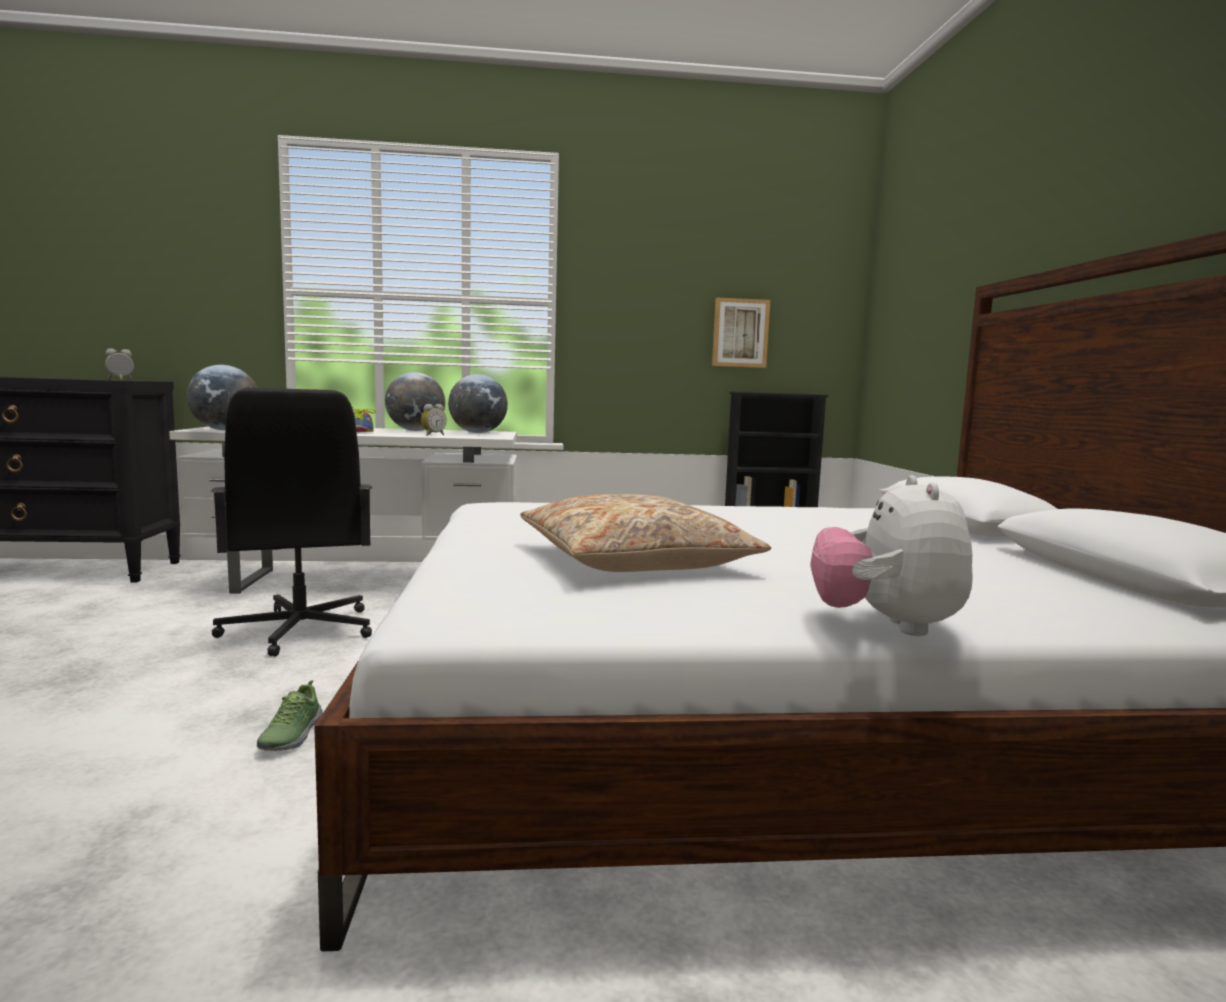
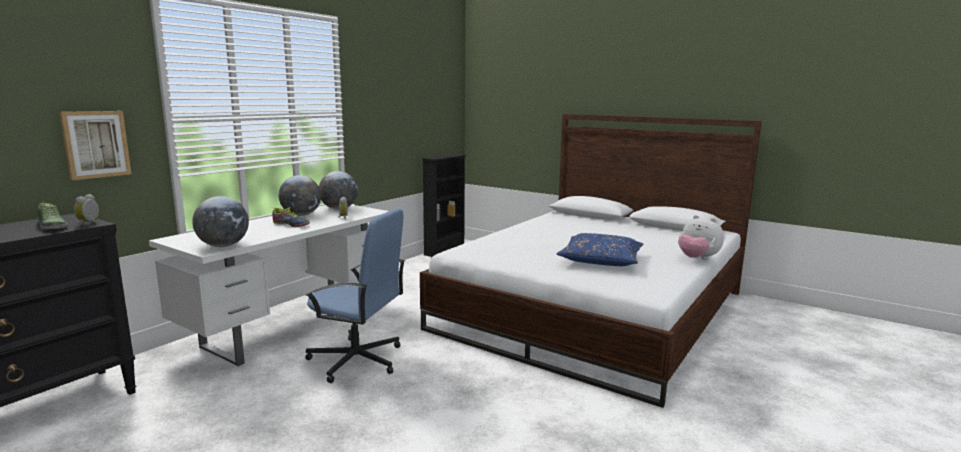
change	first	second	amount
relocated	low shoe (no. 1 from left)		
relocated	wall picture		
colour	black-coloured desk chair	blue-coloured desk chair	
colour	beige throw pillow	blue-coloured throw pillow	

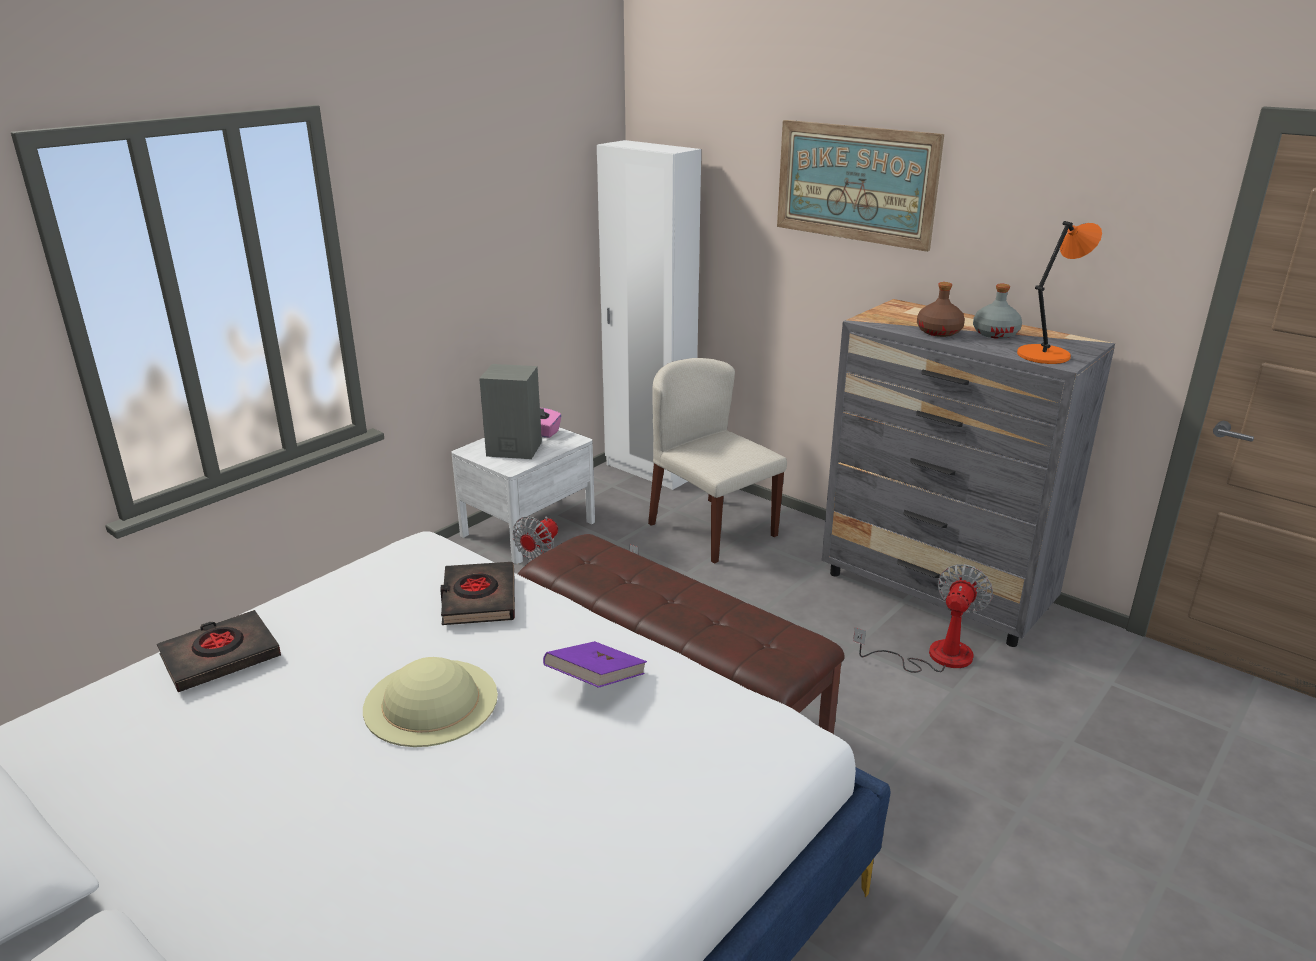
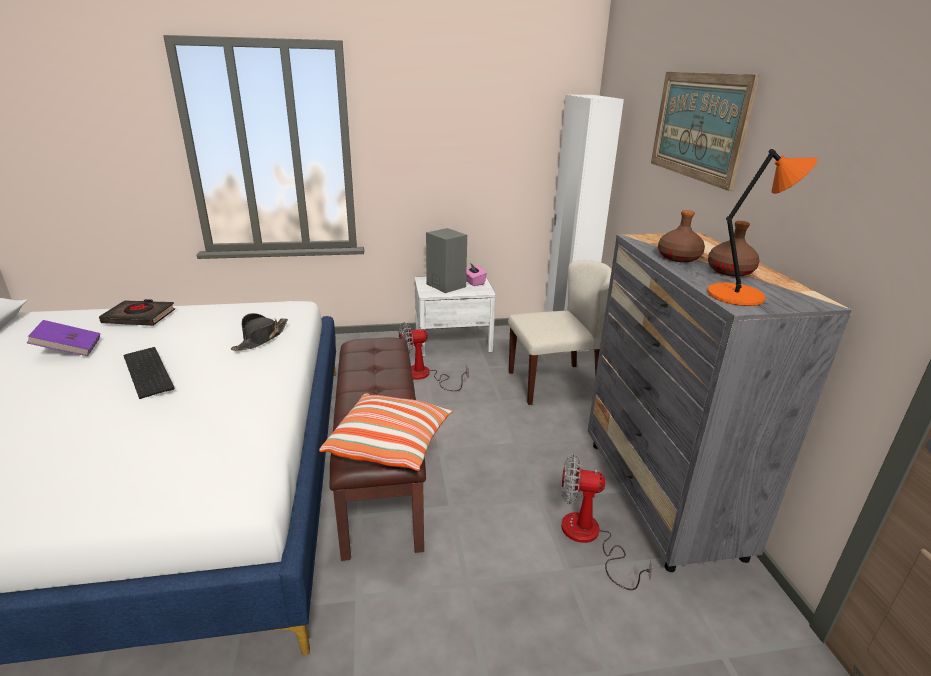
change	first	second	amount
appeared		throw pillow	
relocated	purplish book		
exchanged	beige hat	computer keyboard	
exchanged	black-coloured book (no. 2 from left)	black-coloured hat	
colour	grey bottle	brownish bottle (no. 2 from left)	
spun	beige plain chair		75 degrees clockwise
spun	cooling fan (no. 2 from left)		150 degrees counterclockwise

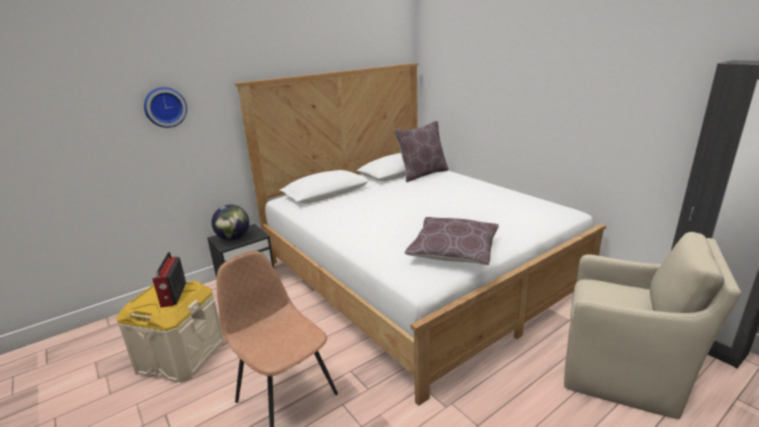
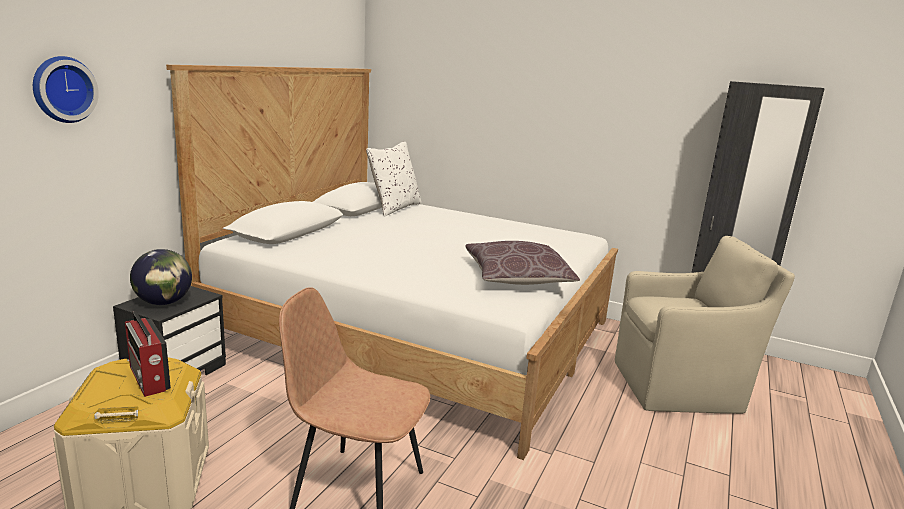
change	first	second	amount
colour	brownish throw pillow (no. 1 from left)	whitish throw pillow	

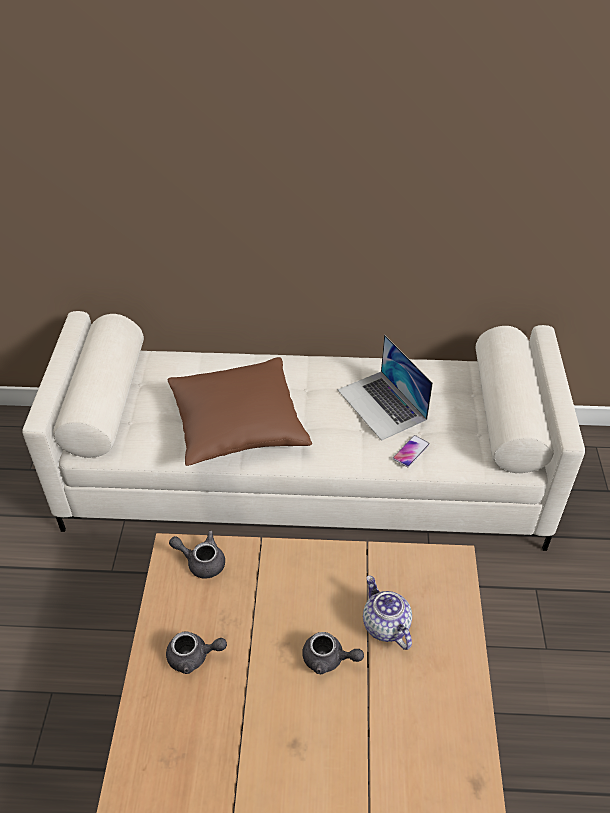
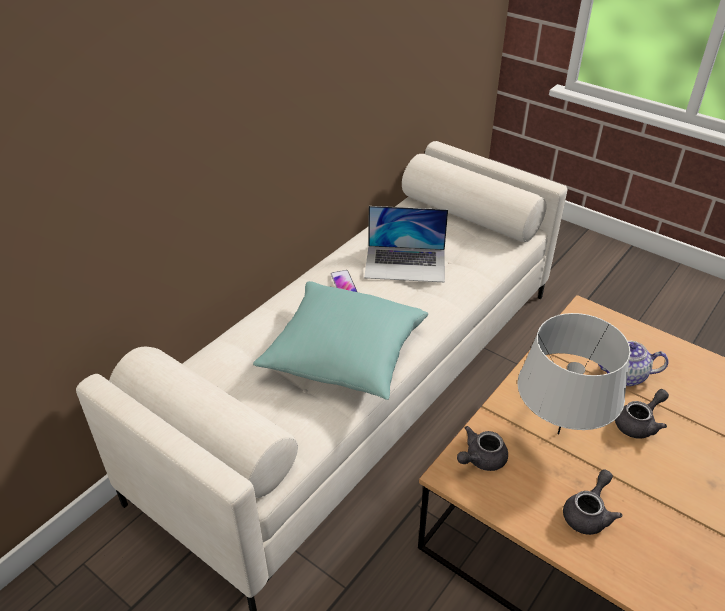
change	first	second	amount
appeared		grey table lamp	
relocated	phone		
colour	brownish throw pillow	turquoise throw pillow	

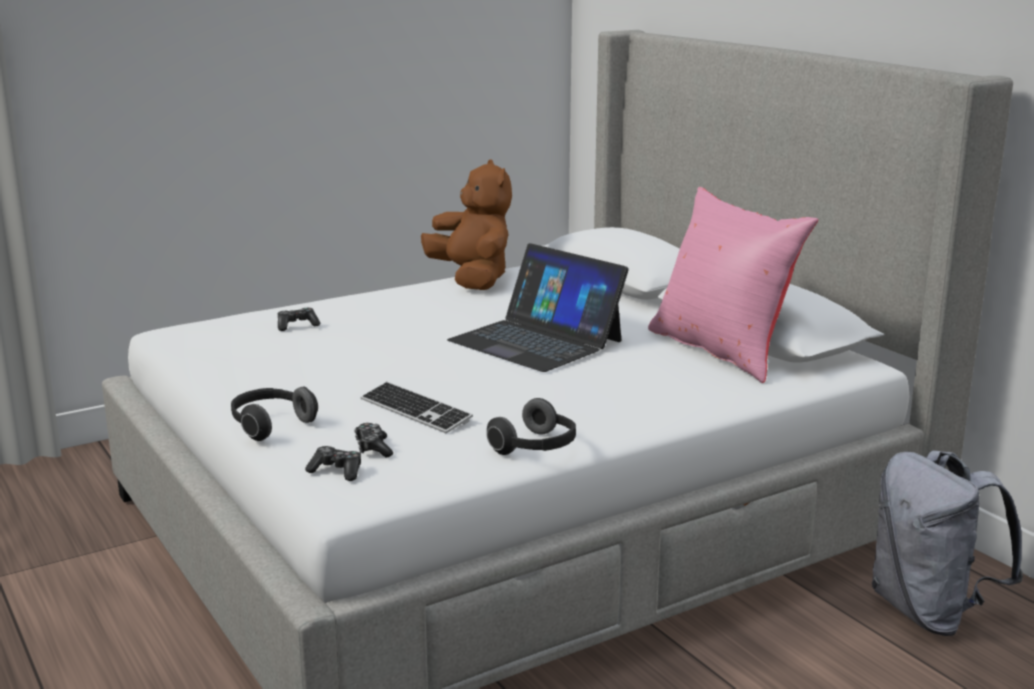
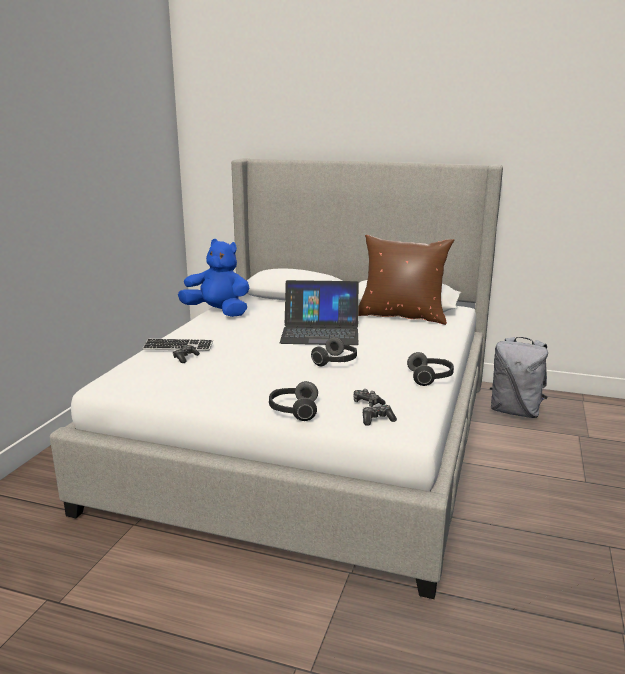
change	first	second	amount
appeared		headset (no. 2 from left)	
relocated	computer keyboard		
colour	brownish soft toy	blue-coloured soft toy	
colour	pink-coloured throw pillow	brownish throw pillow	

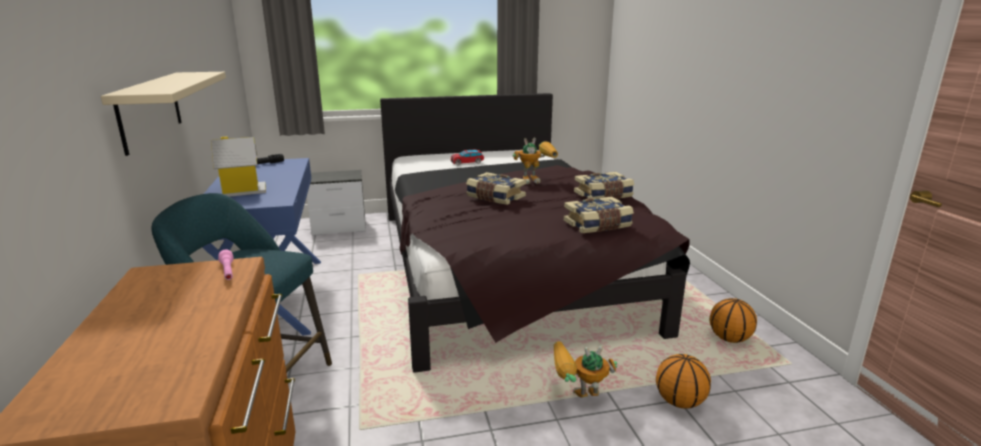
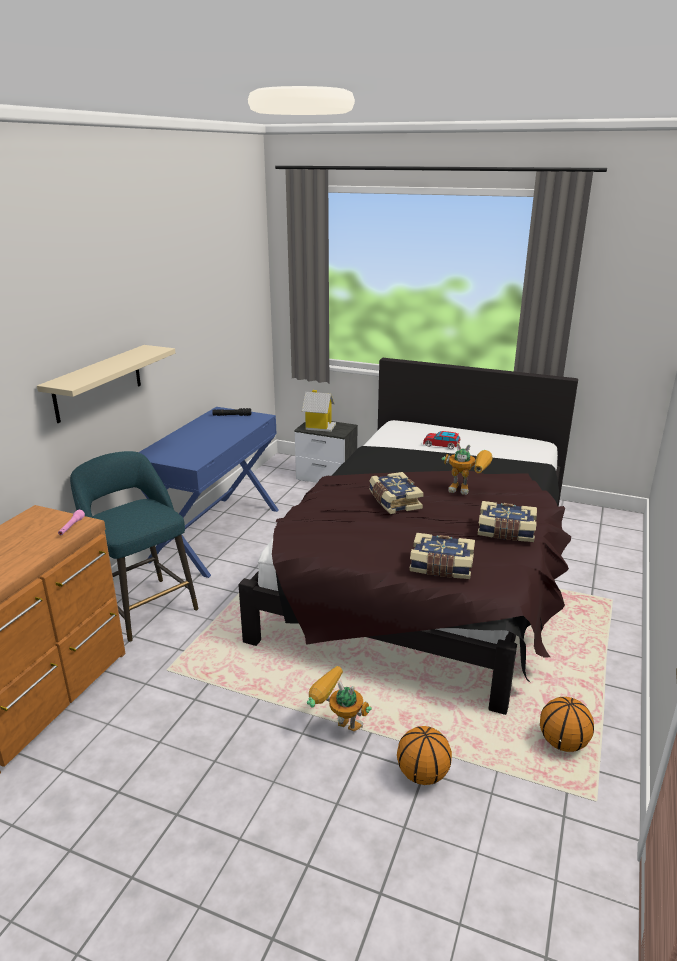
change	first	second	amount
relocated	toy house		

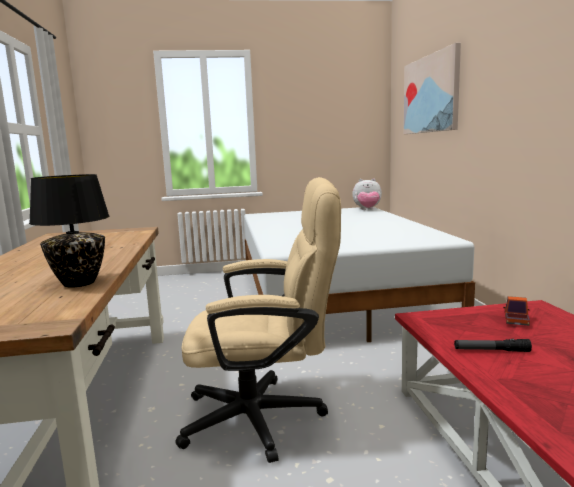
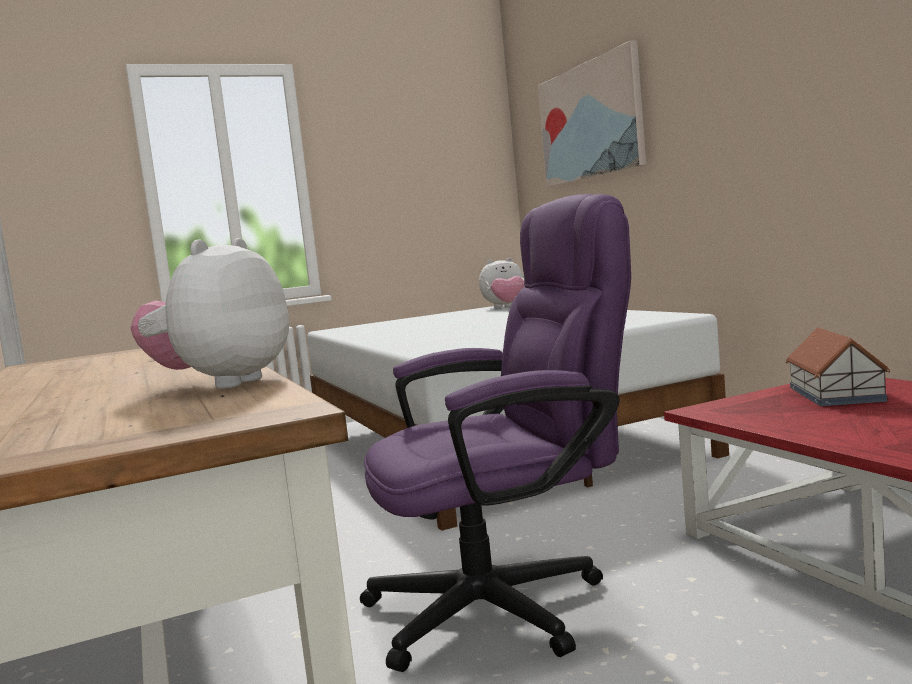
change	first	second	amount
missing	hand torch		
exchanged	black-coloured table lamp	soft toy (no. 1 from left)	
exchanged	toy truck	toy house	
colour	beige desk chair	purplish desk chair	

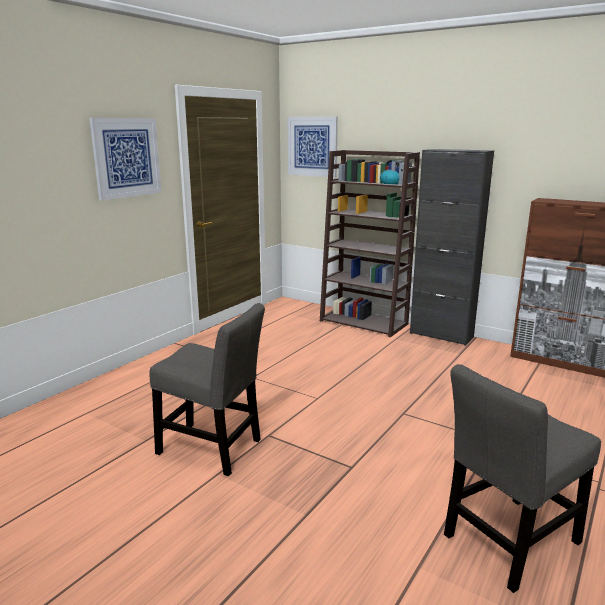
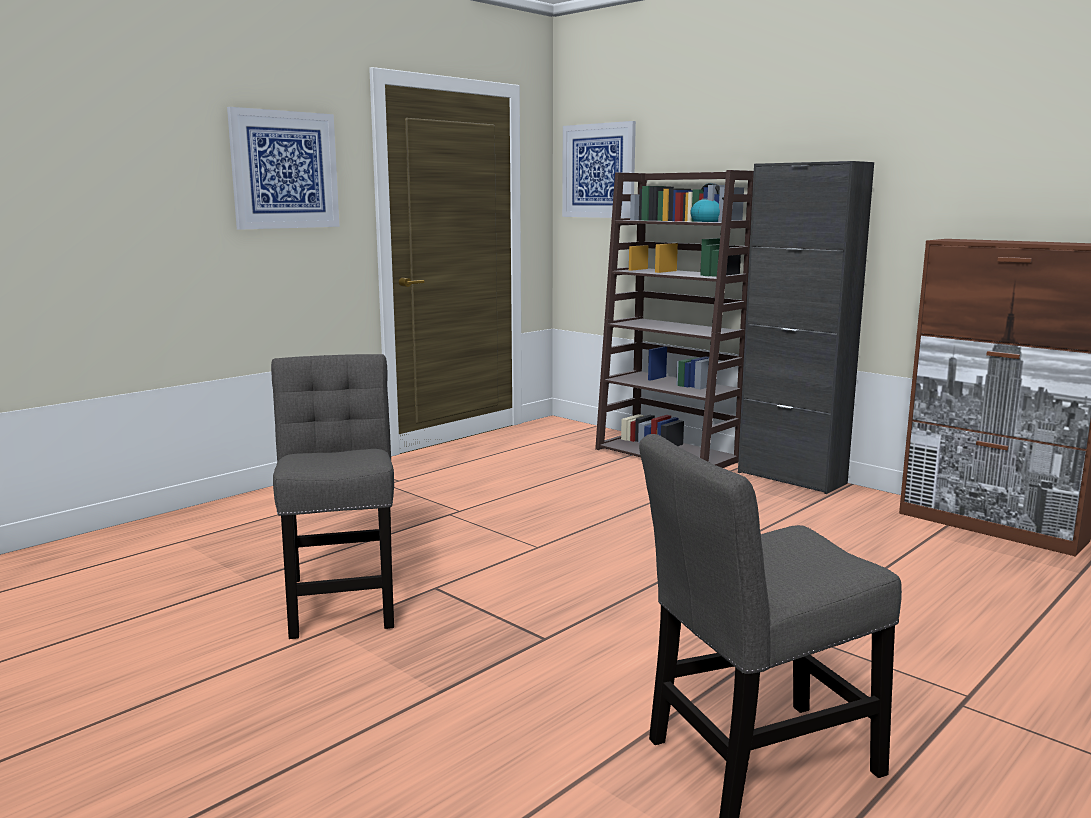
change	first	second	amount
spun	grey plain chair (no. 1 from left)		135 degrees counterclockwise

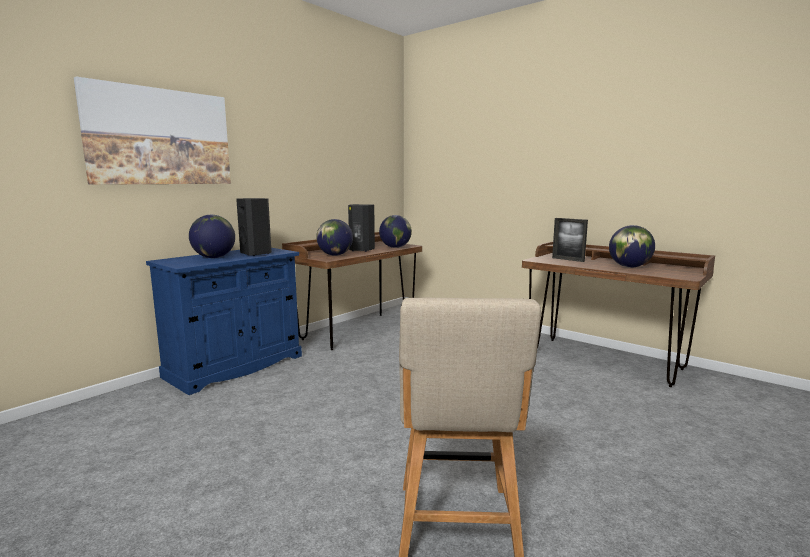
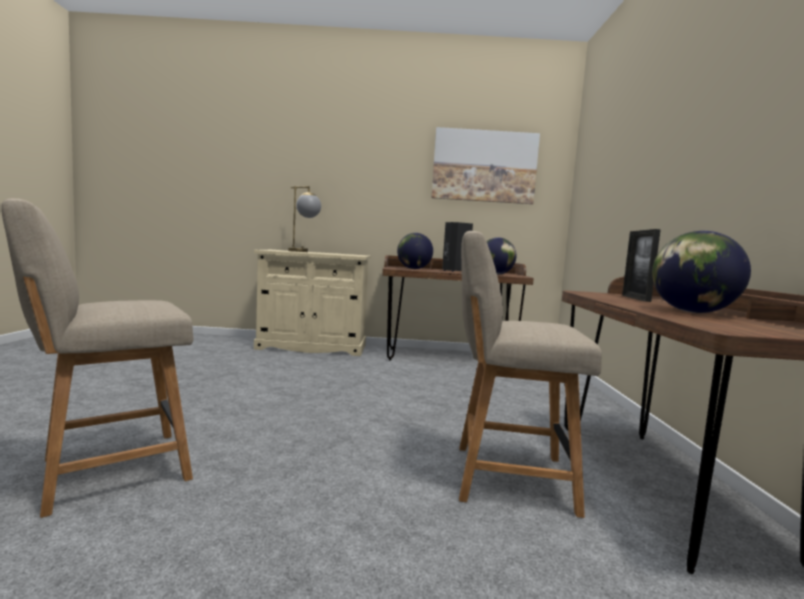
change	first	second	amount
missing	black-coloured speaker (no. 1 from left)		
appeared		beige plain chair (no. 2 from left)	
relocated	wall picture		
exchanged	globe (no. 1 from left)	table lamp	
colour	blue-coloured cabinet	beige cabinet	

